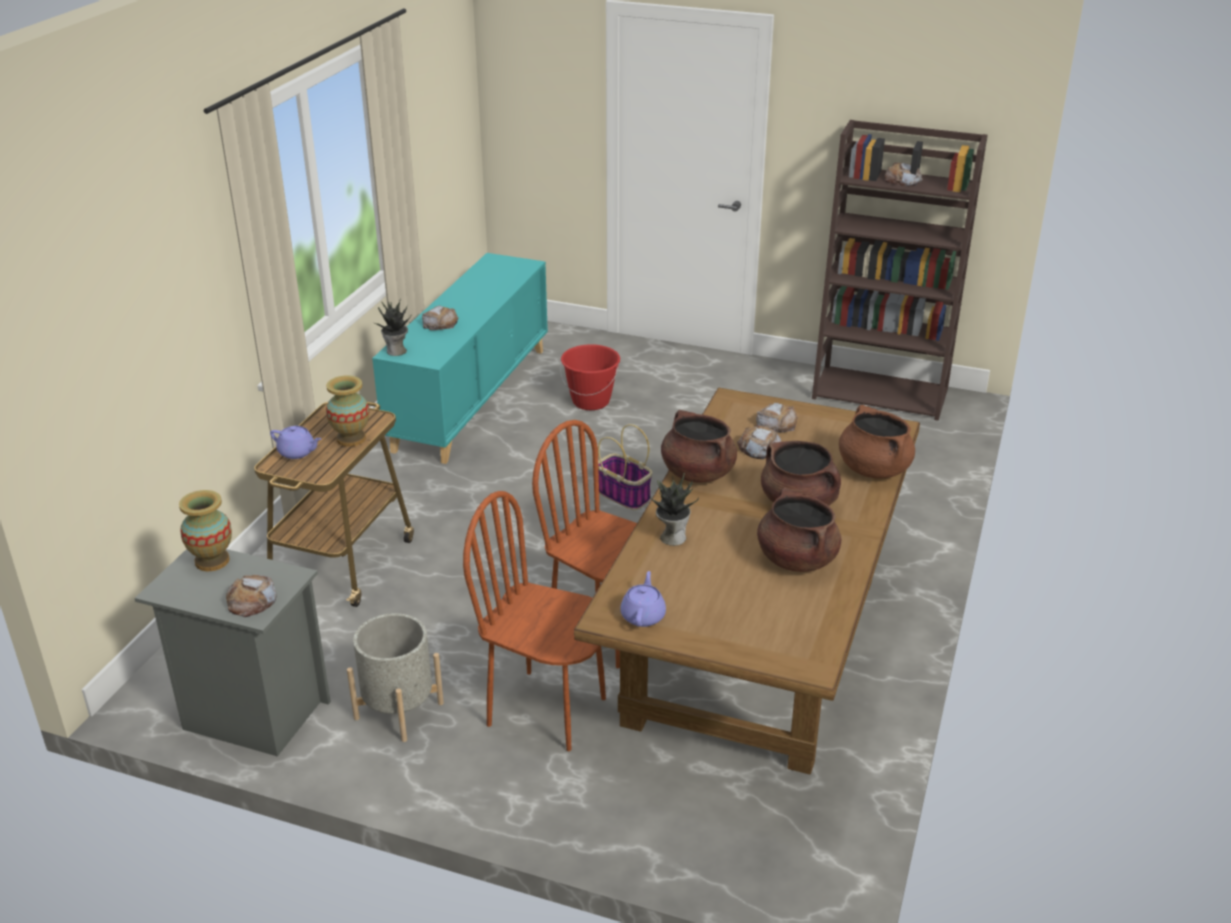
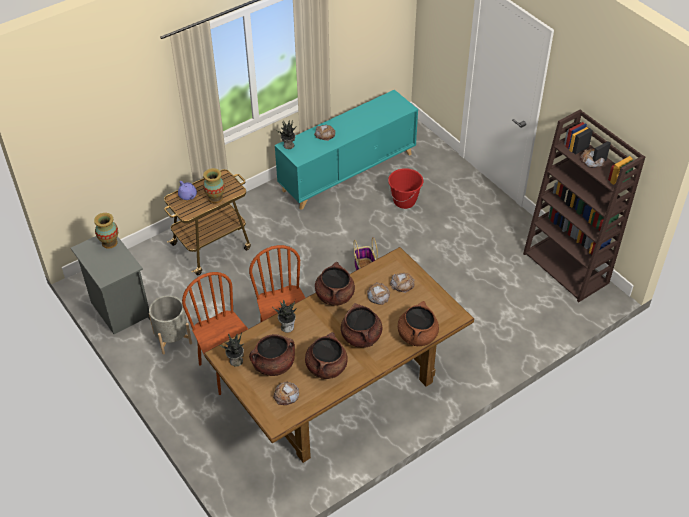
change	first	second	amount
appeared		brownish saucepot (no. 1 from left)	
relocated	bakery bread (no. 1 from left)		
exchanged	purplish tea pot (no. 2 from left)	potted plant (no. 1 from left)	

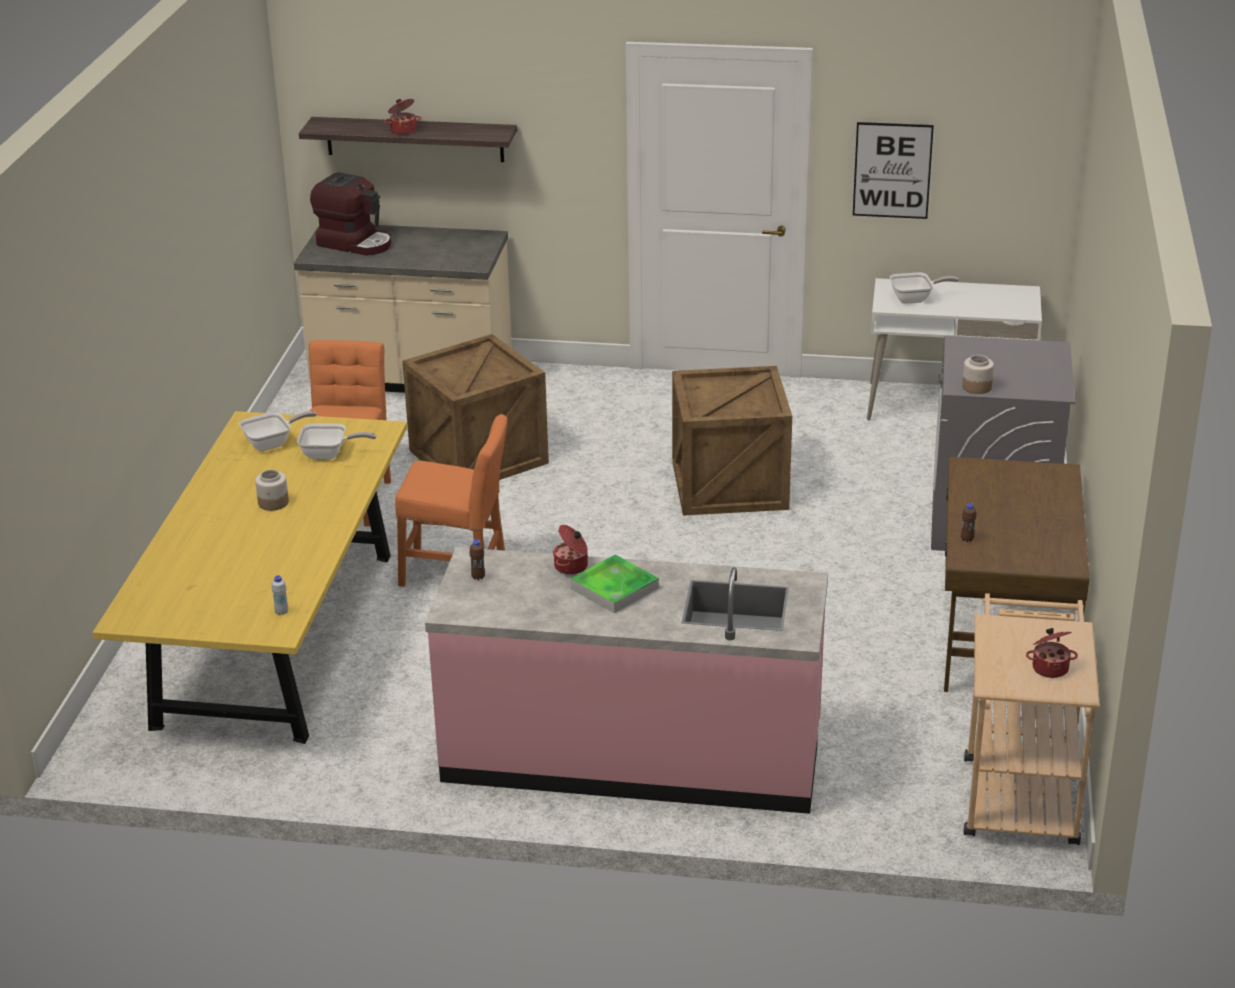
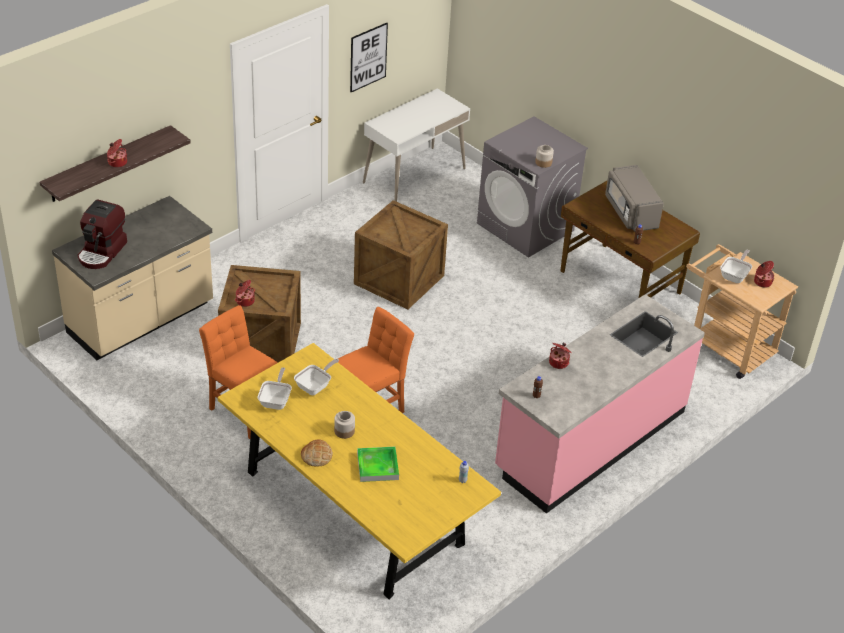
change	first	second	amount
appeared		saucepot (no. 2 from left)	
appeared		bakery bread	
appeared		grey kitchen microwave	
relocated	carrying tray		
relocated	frying pan (no. 3 from left)		
spun	coffee brewer		135 degrees clockwise

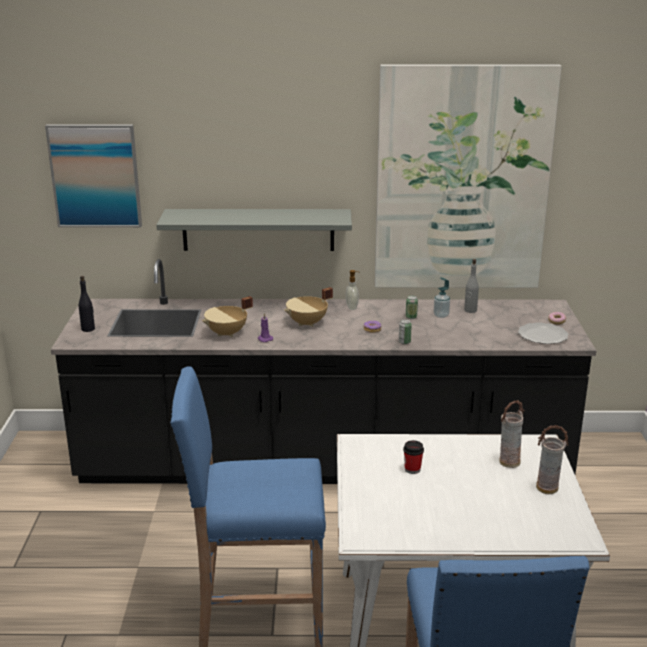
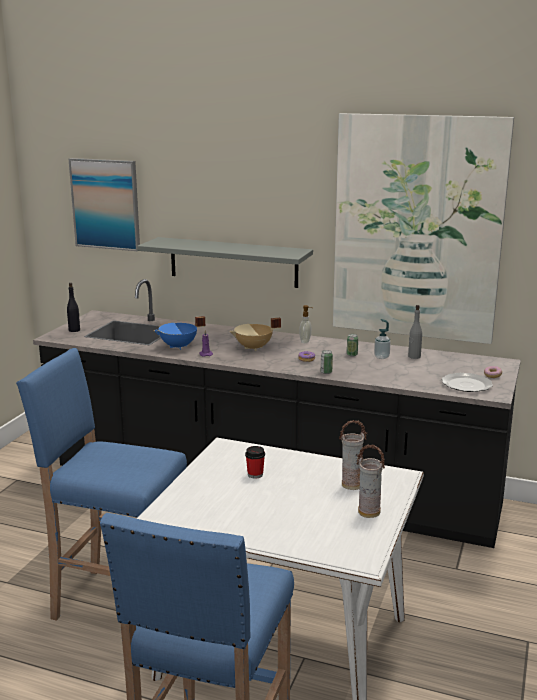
change	first	second	amount
colour	beige saucepot (no. 1 from left)	blue-coloured saucepot	

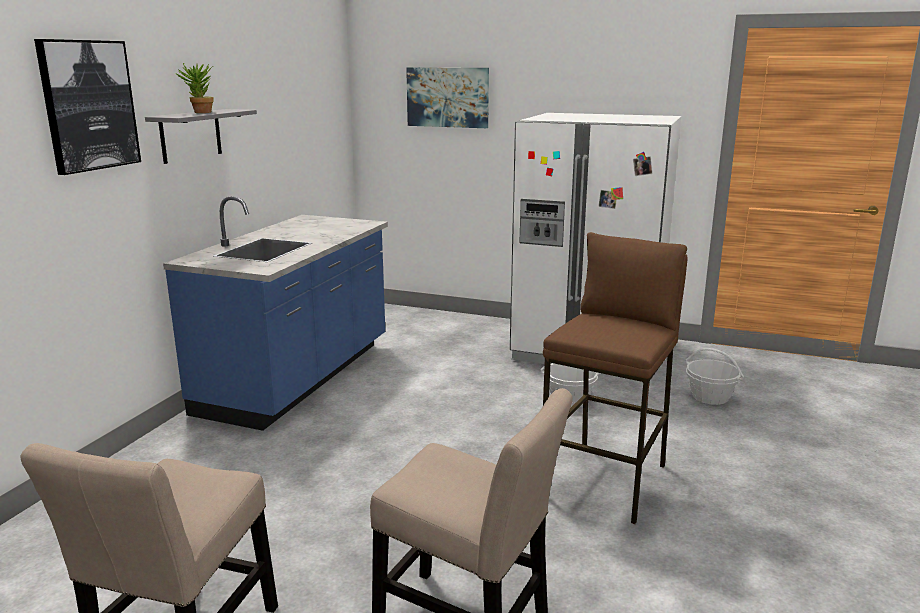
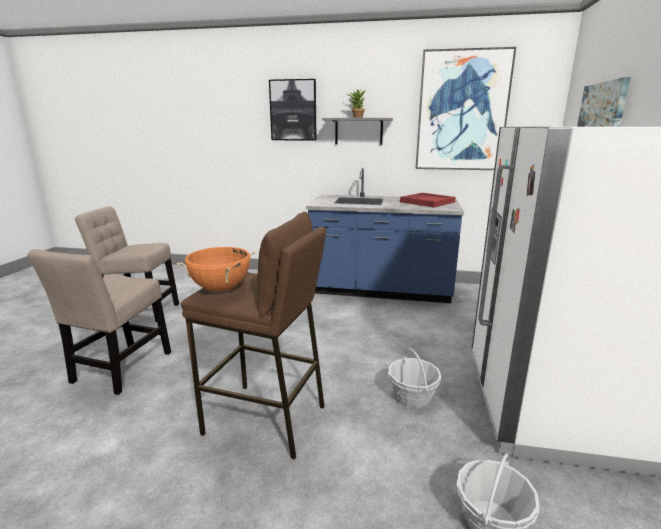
change	first	second	amount
appeared		orange saucepot	
appeared		reddish carrying tray	
appeared		wall picture (no. 2 from left)	

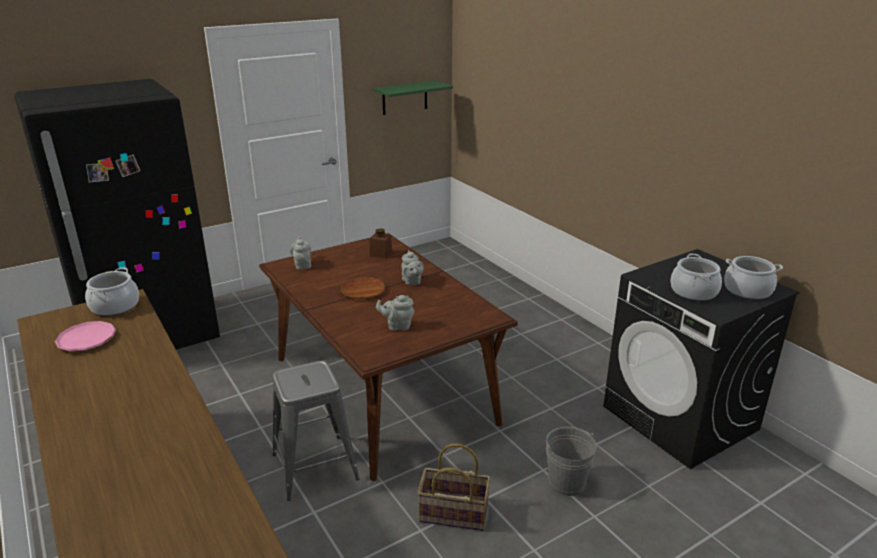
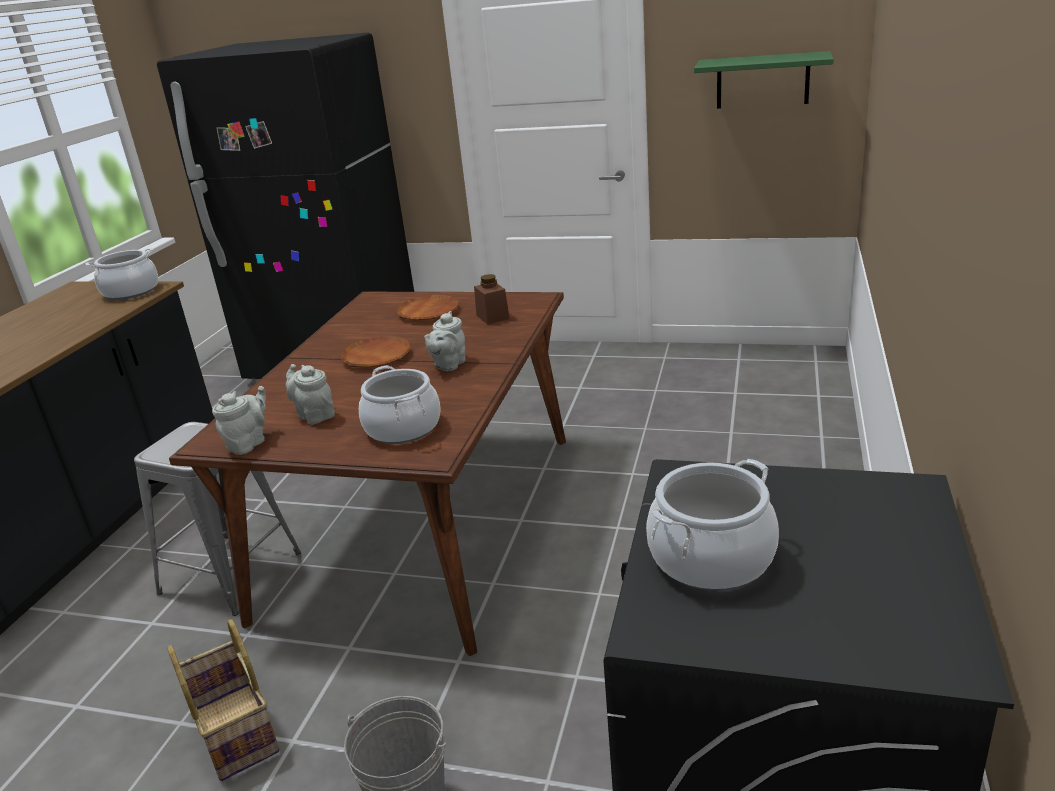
change	first	second	amount
missing	pink-coloured dinner plate		
appeared		brownish dinner plate (no. 2 from left)	
relocated	grey tea pot (no. 1 from left)		
relocated	saucepot (no. 3 from left in the first image)	saucepot (no. 2 from left)	

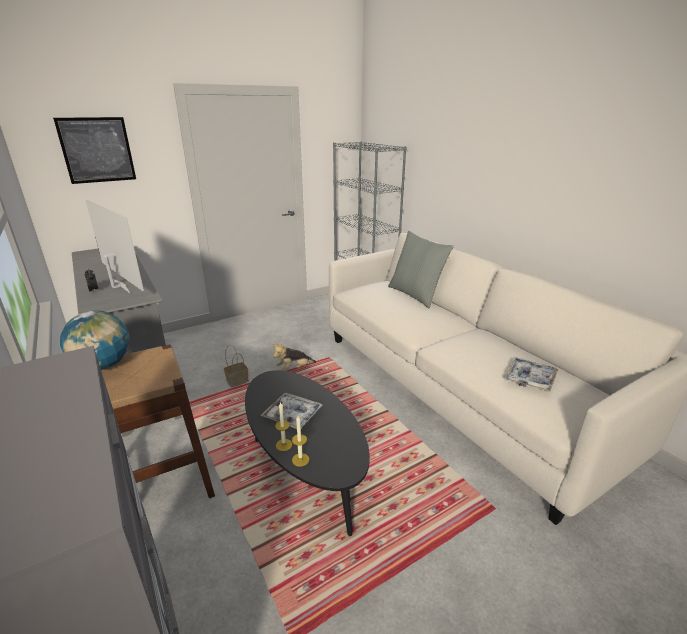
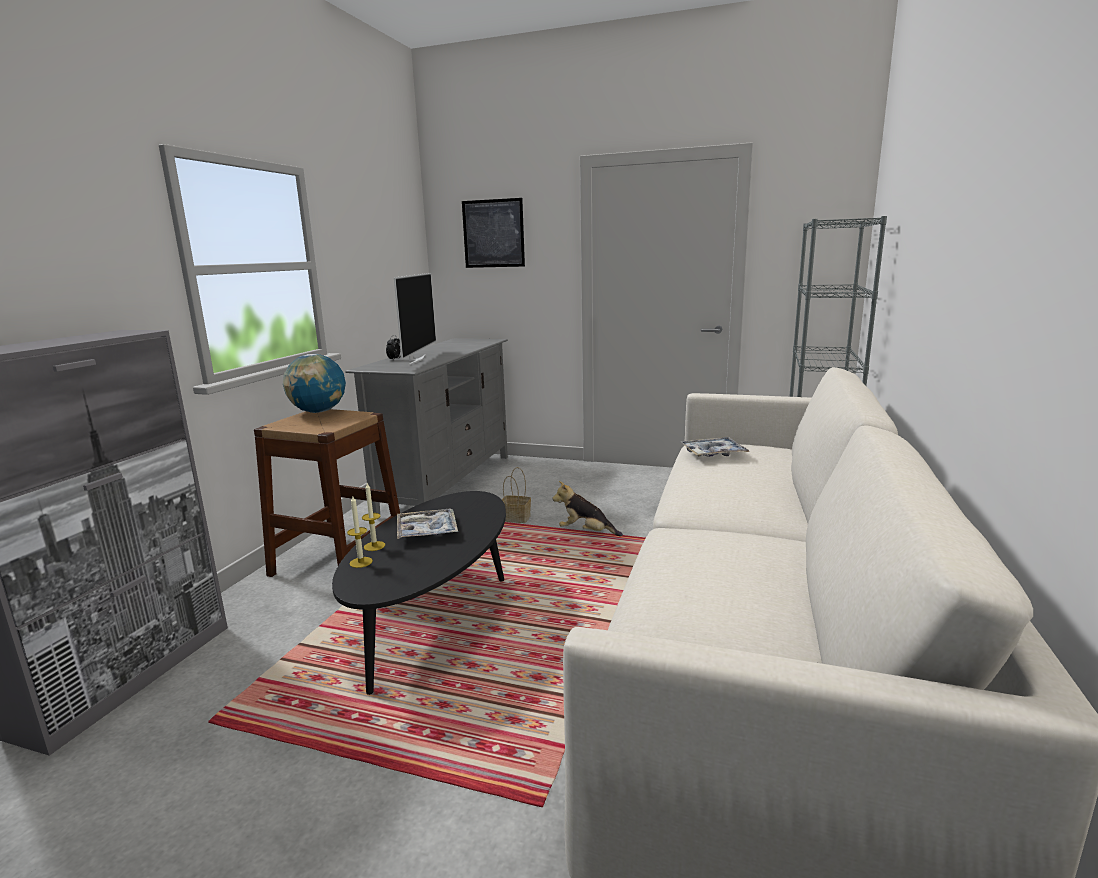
change	first	second	amount
missing	grey throw pillow		
relocated	carrying tray (no. 2 from left)		

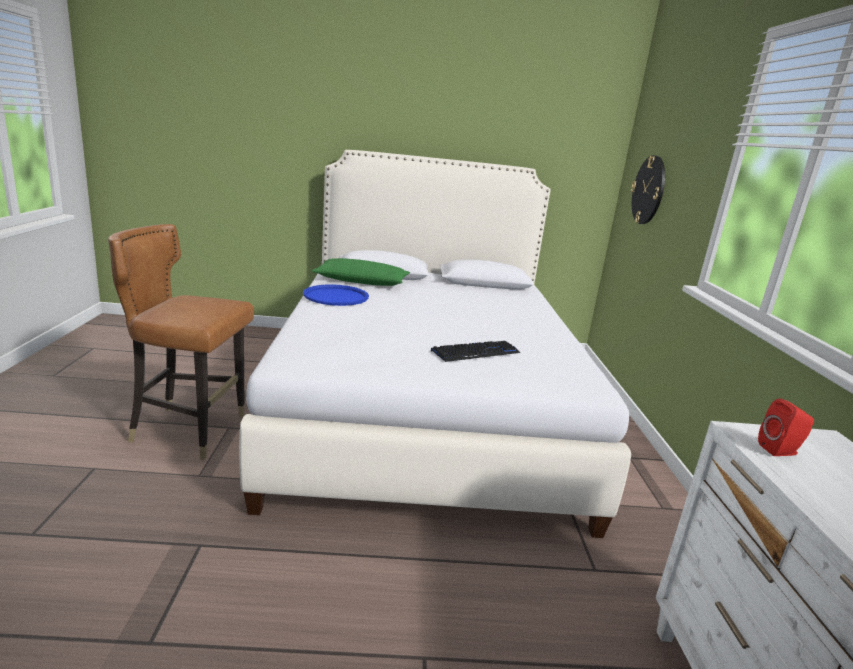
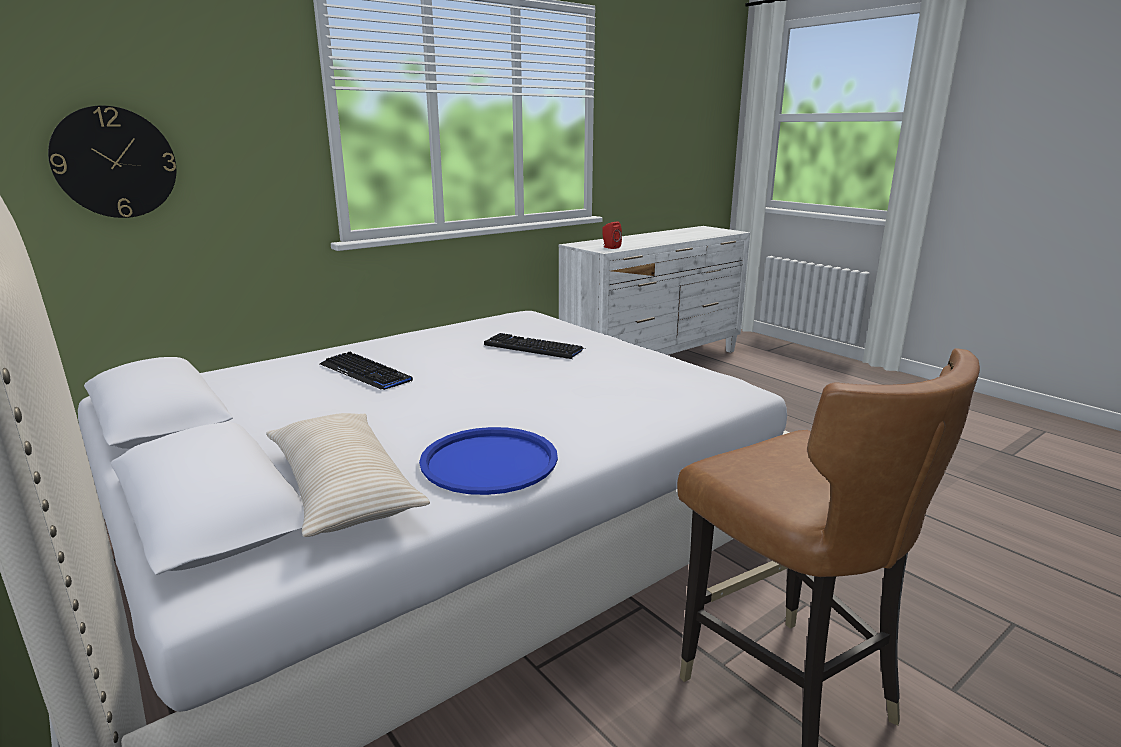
change	first	second	amount
appeared		computer keyboard (no. 1 from left)	
colour	green throw pillow	beige throw pillow	

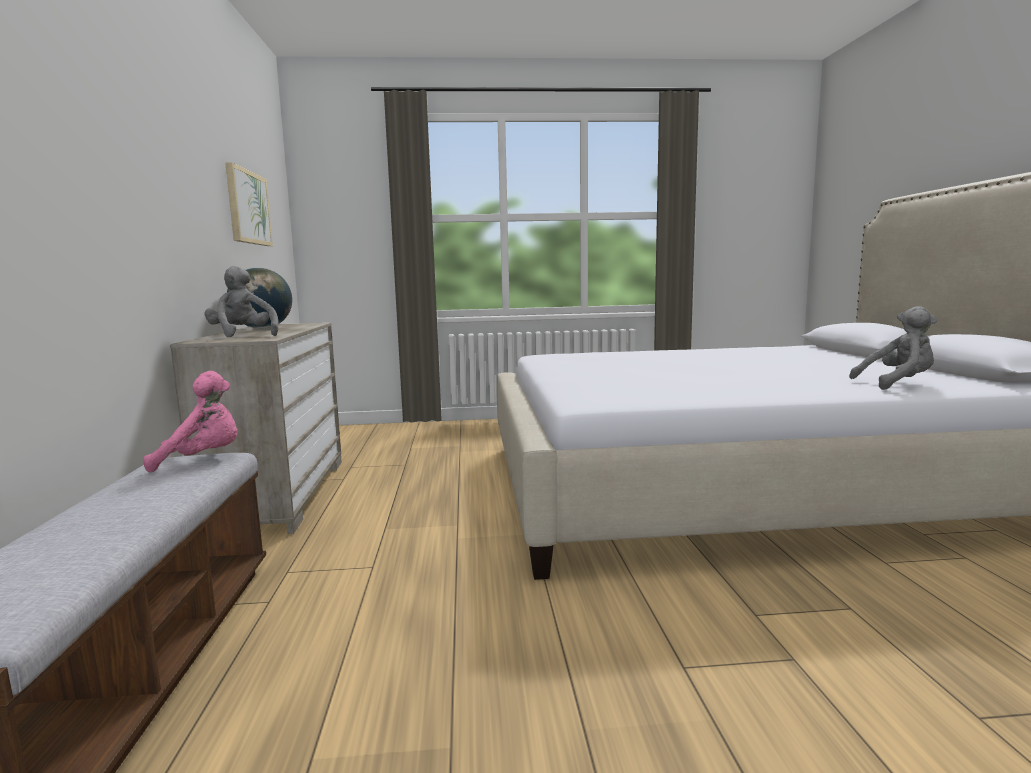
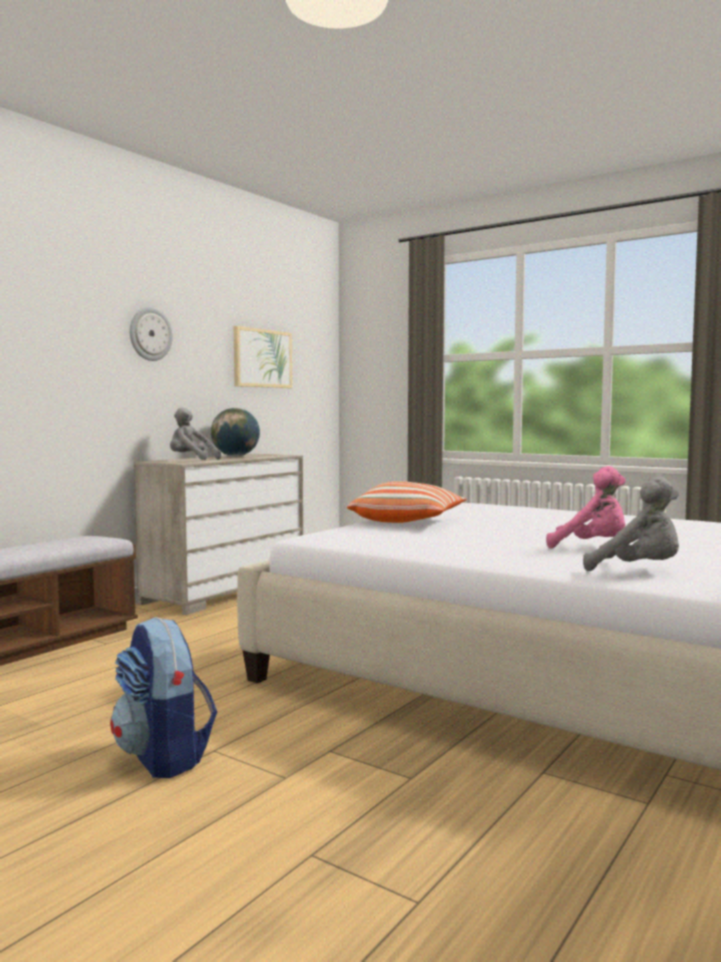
change	first	second	amount
appeared		knapsack	
appeared		clock on the wall	
appeared		throw pillow	
relocated	pink-coloured soft toy		
spun	grey soft toy (no. 1 from left)		75 degrees counterclockwise

